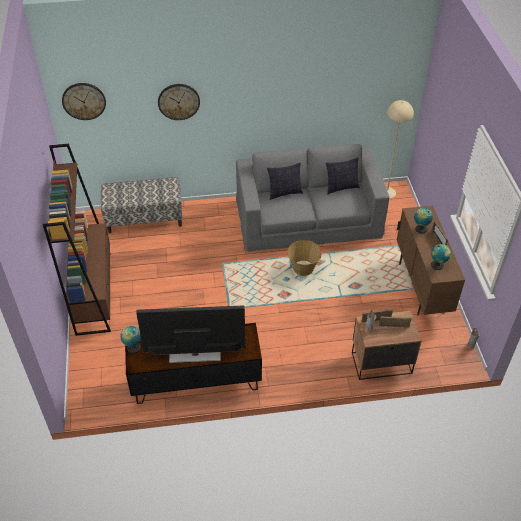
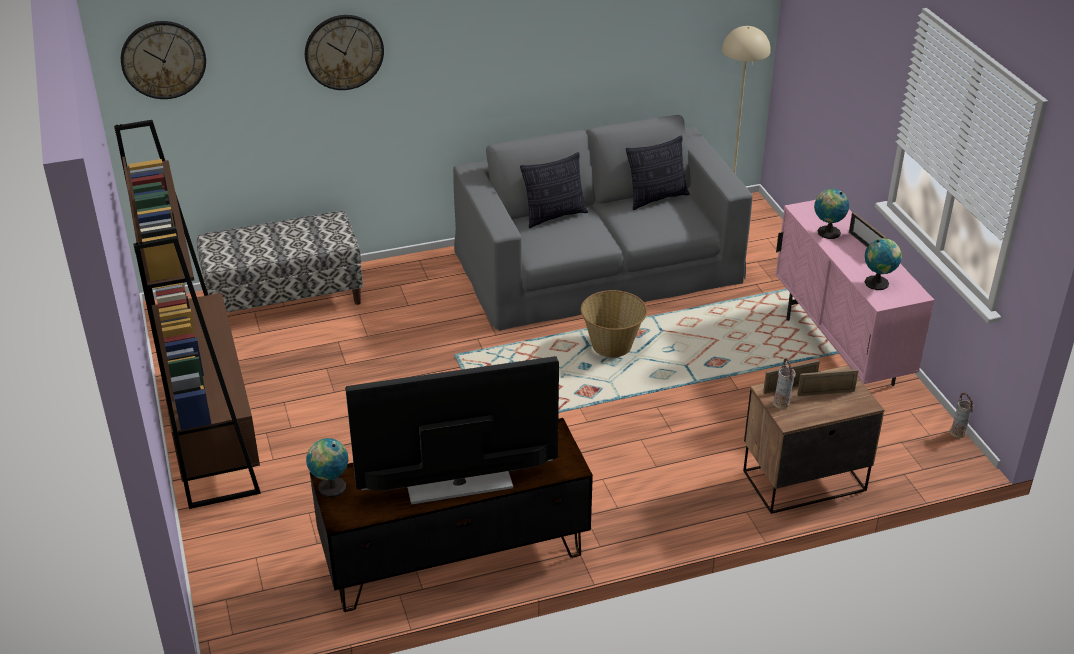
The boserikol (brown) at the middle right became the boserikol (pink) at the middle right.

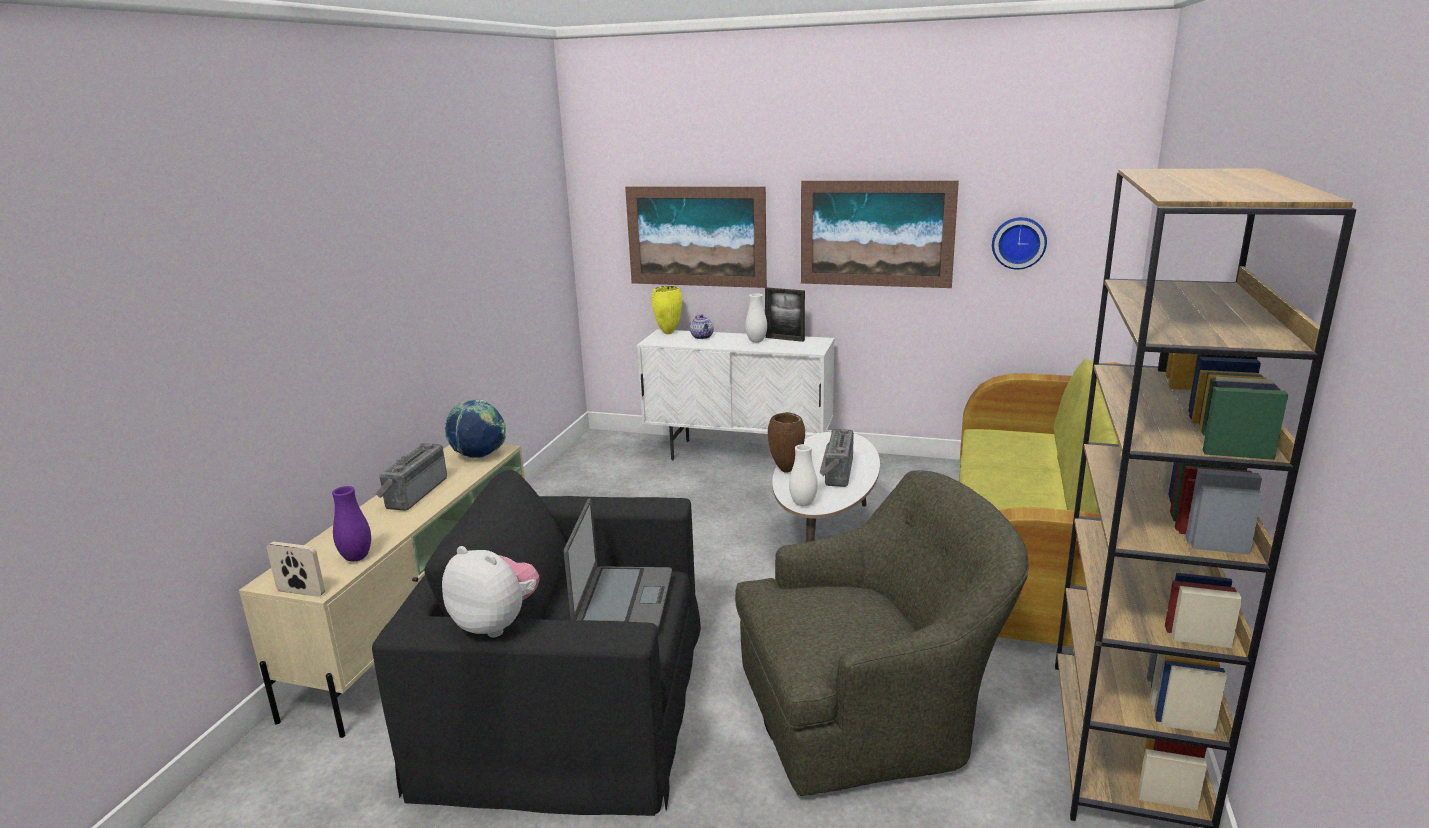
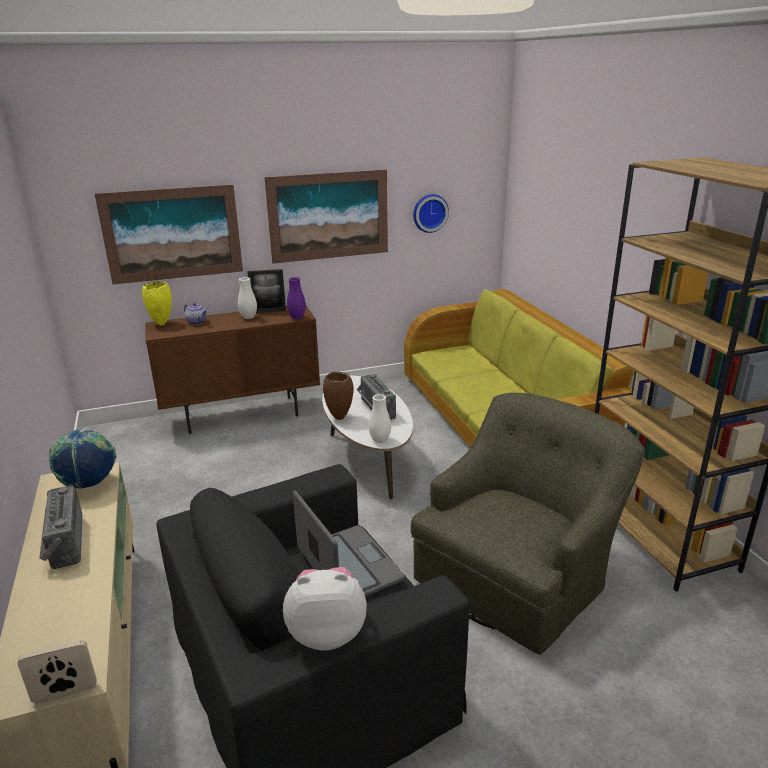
The boserikol (white) at the centre became the boserikol (brown) at the middle left. The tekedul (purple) moved from the middle left to the centre.

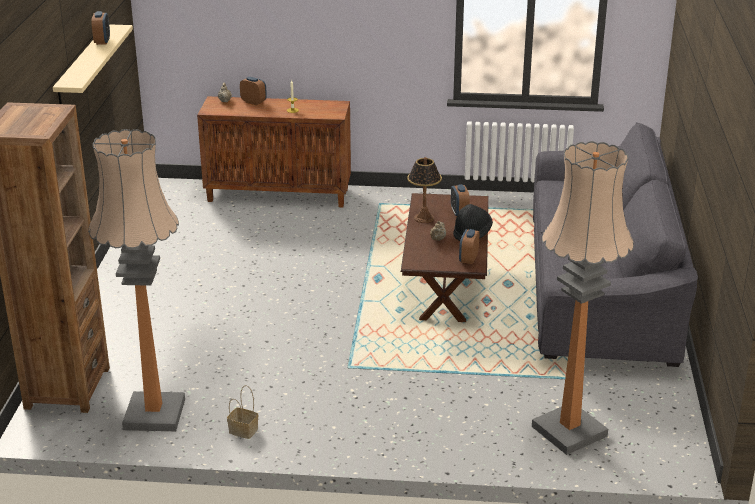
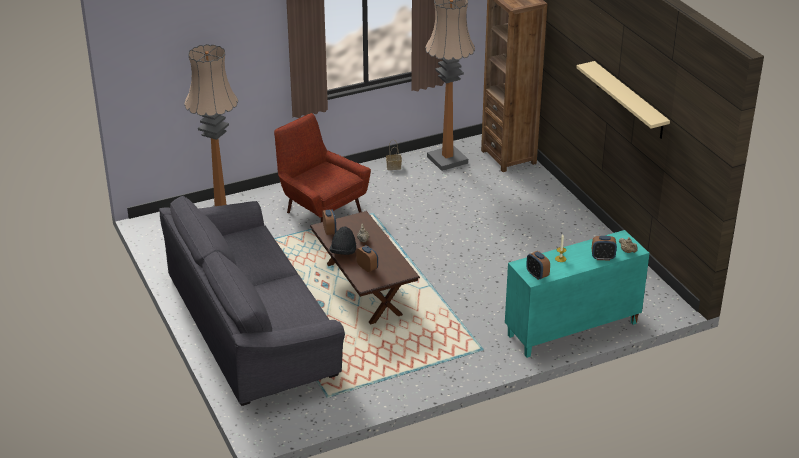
The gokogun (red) at the centre appeared. The boserikol (brown) at the top centre became the boserikol (turquoise) at the middle right. The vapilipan (no. 1 from left in the first image) moved from the top left to the middle right. The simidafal at the centre disappeared.

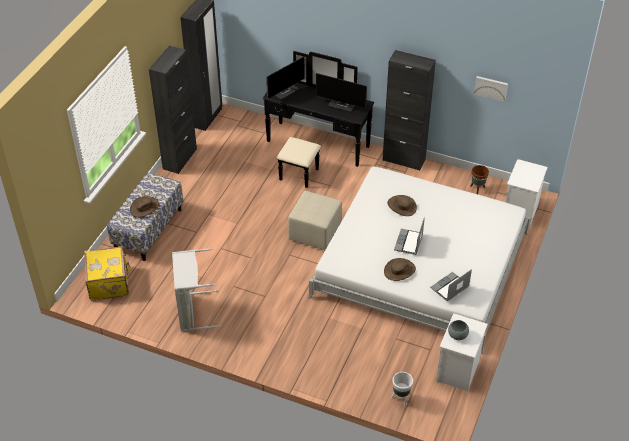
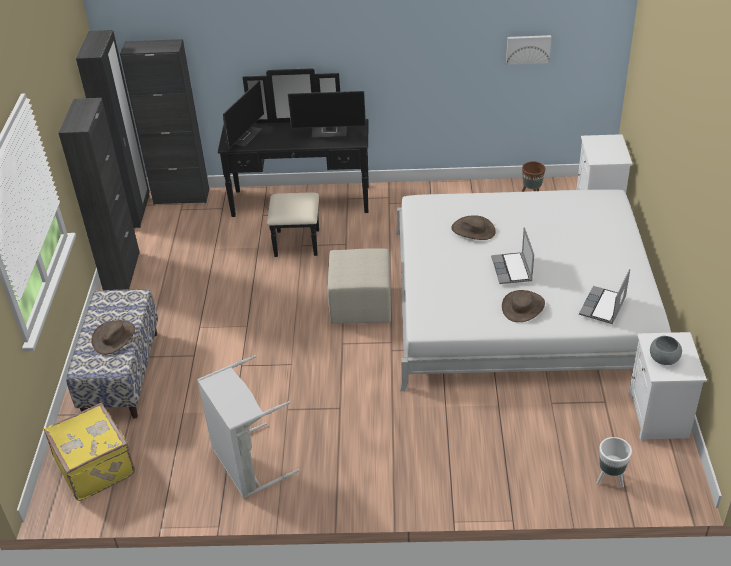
The boserikol (black) (no. 2 from left) moved from the top centre to the top left.

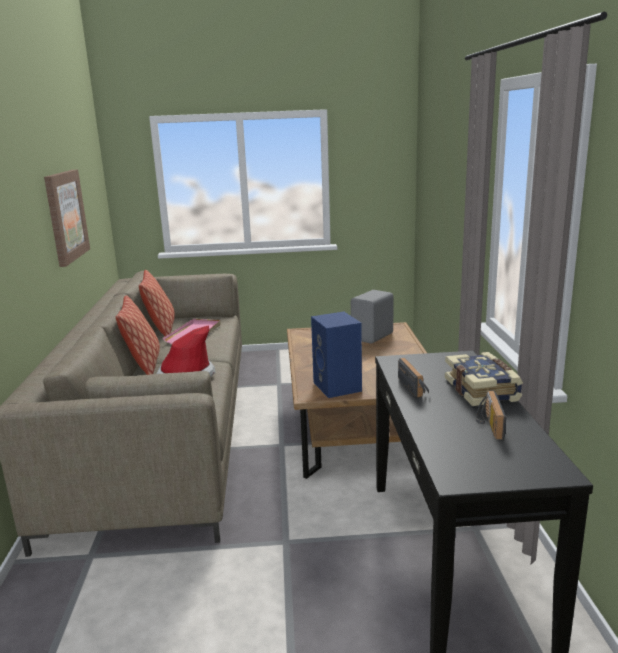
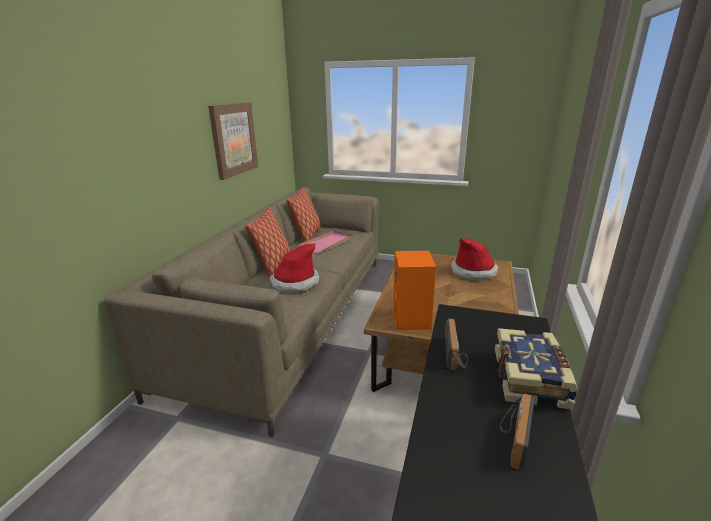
The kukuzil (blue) at the centre became the kukuzil (orange) at the centre. The kukuzil (grey) at the centre was replaced by the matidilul (no. 2 from left) at the middle right.

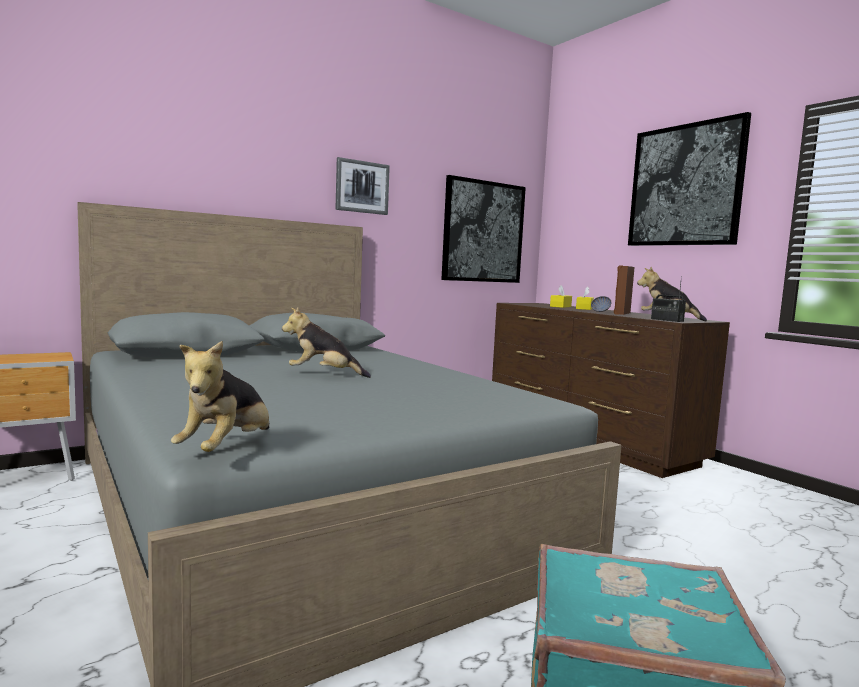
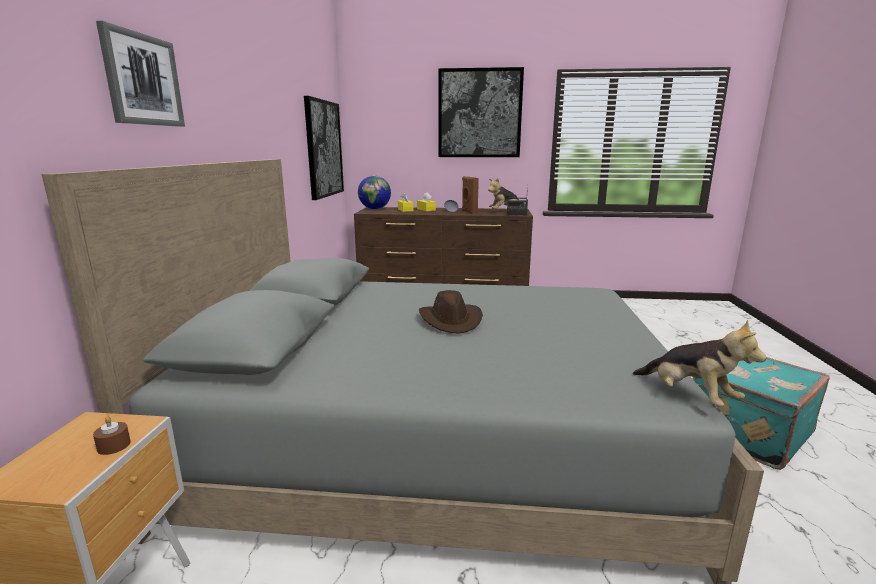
The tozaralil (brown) at the bottom left appeared. The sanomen (no. 1 from left) moved from the top centre to the top left. The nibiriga at the top centre appeared. The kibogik (no. 2 from left) at the centre was replaced by the matidilul (brown) at the centre.

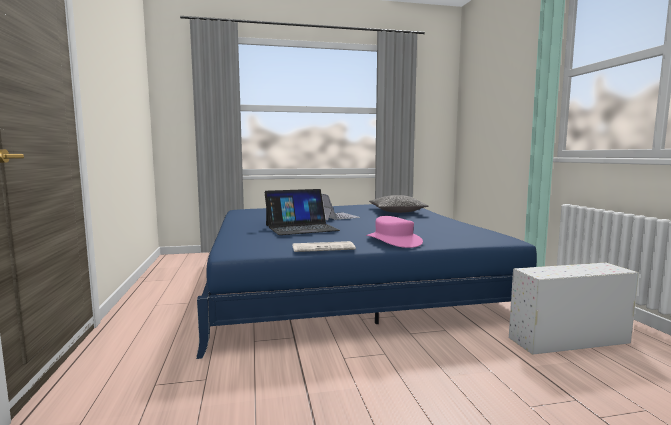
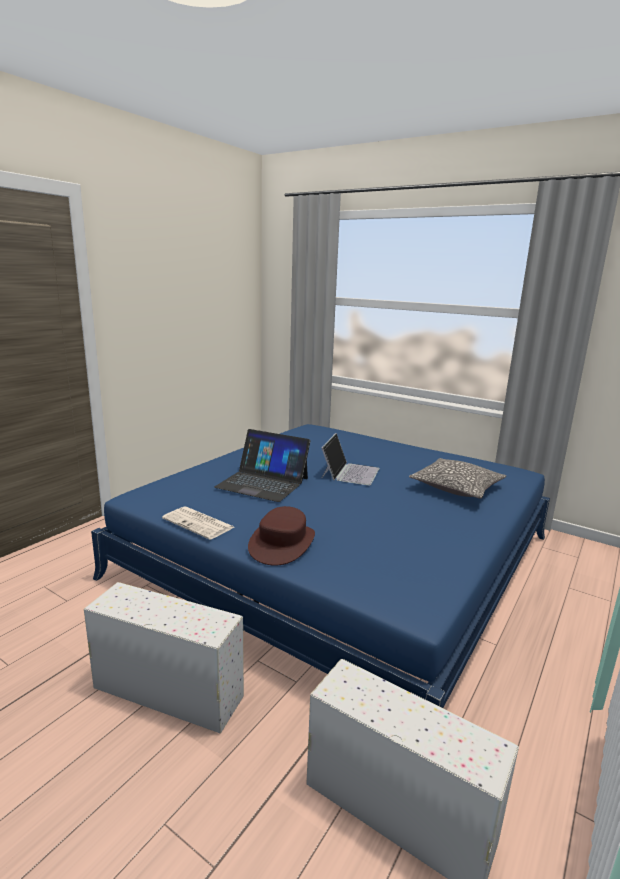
The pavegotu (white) (no. 1 from left) at the bottom left appeared. The matidilul (pink) at the centre became the matidilul (brown) at the centre.

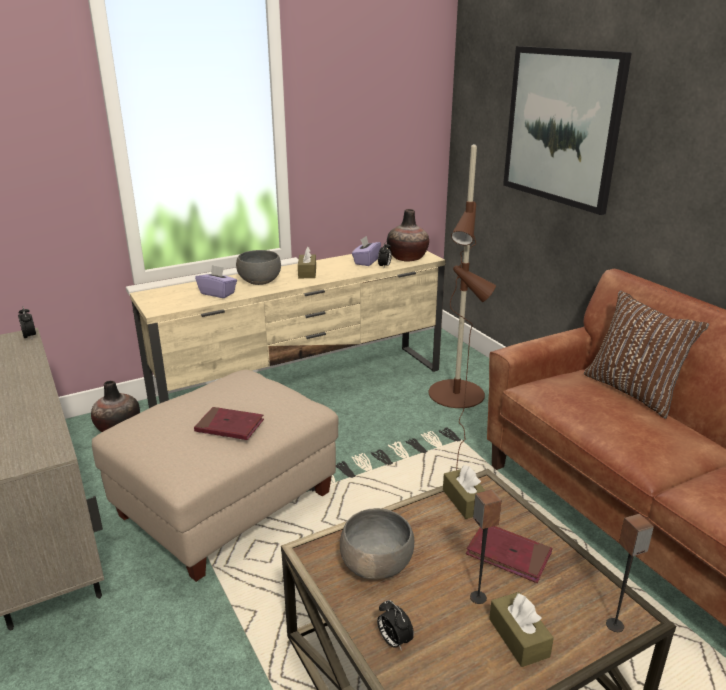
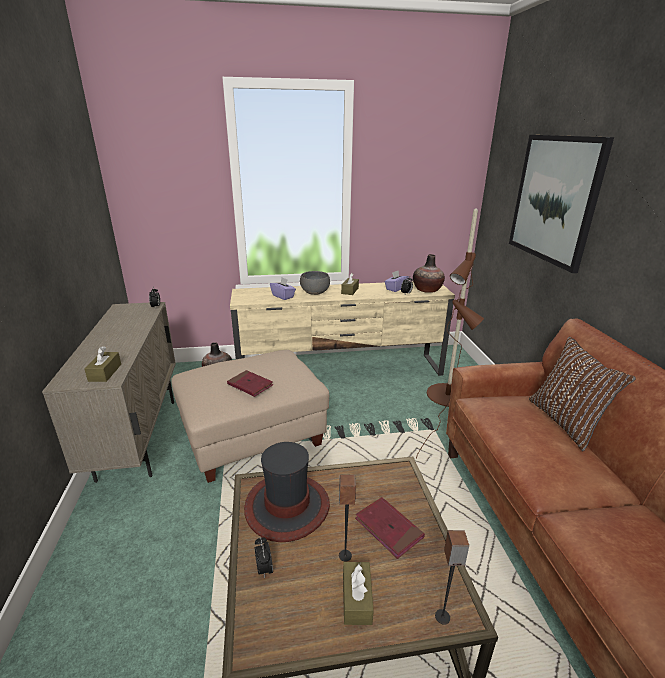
The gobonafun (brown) (no. 2 from left in the first image) moved from the bottom centre to the middle left. The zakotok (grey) (no. 2 from left) at the bottom centre was replaced by the matidilul at the bottom centre.

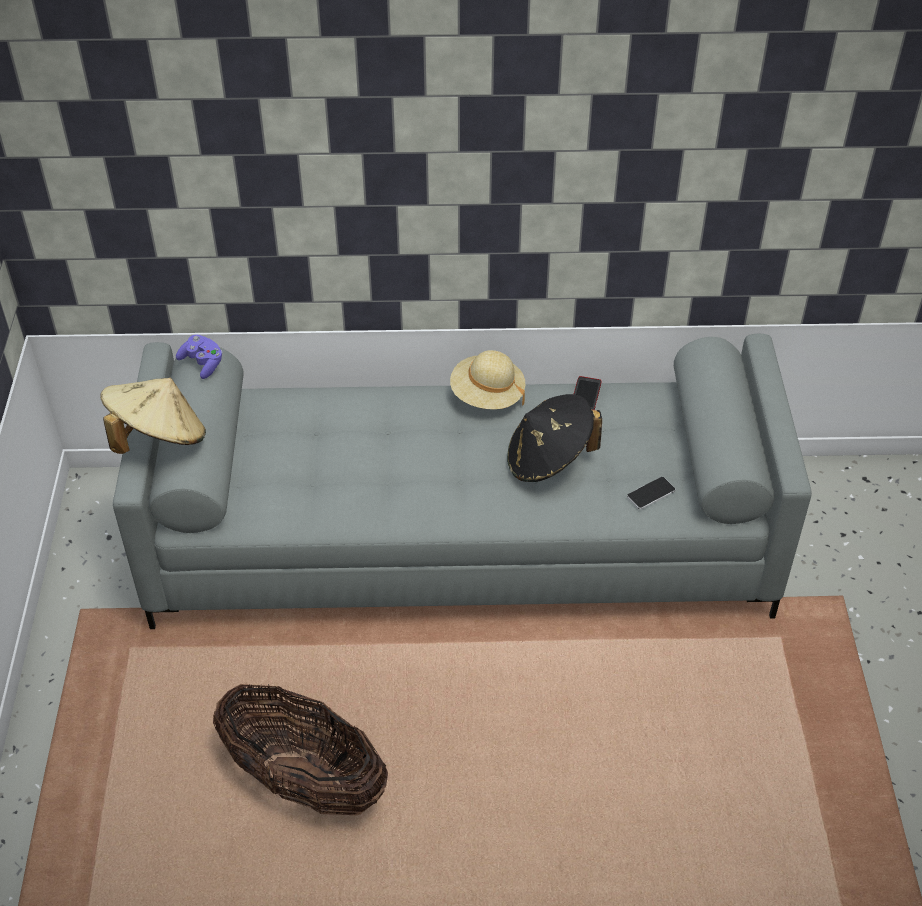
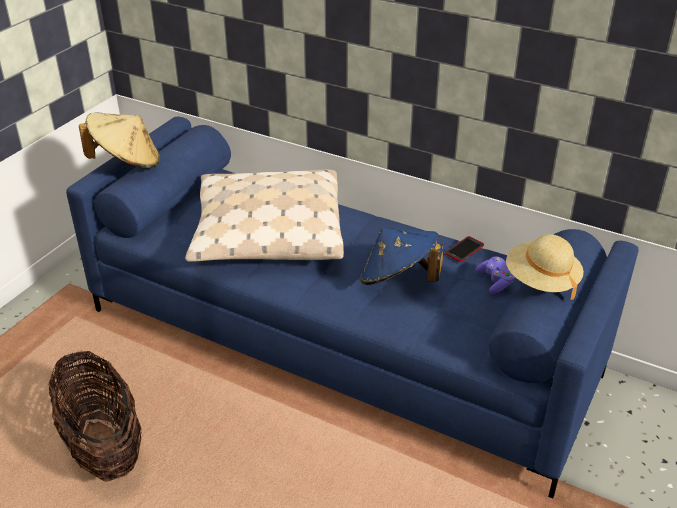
The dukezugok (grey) at the centre became the dukezugok (blue) at the centre. The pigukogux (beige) at the centre appeared. The matidilul (black) at the centre became the matidilul (blue) at the centre. The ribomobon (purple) moved from the middle left to the middle right. The matidilul (beige) (no. 2 from left) moved from the centre to the middle right. The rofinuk (no. 2 from left) at the middle right disappeared.

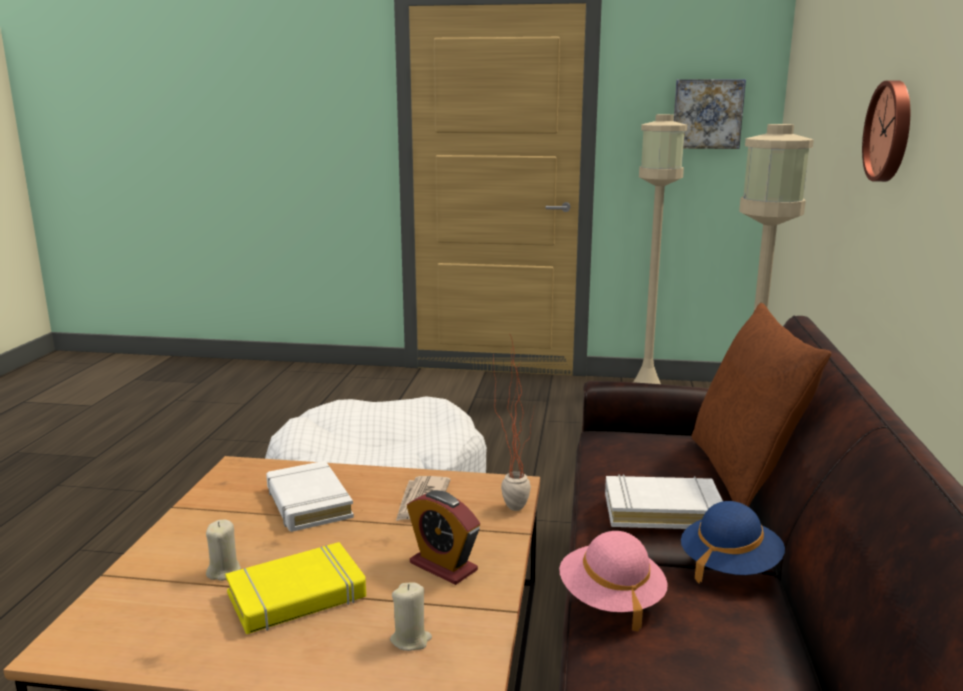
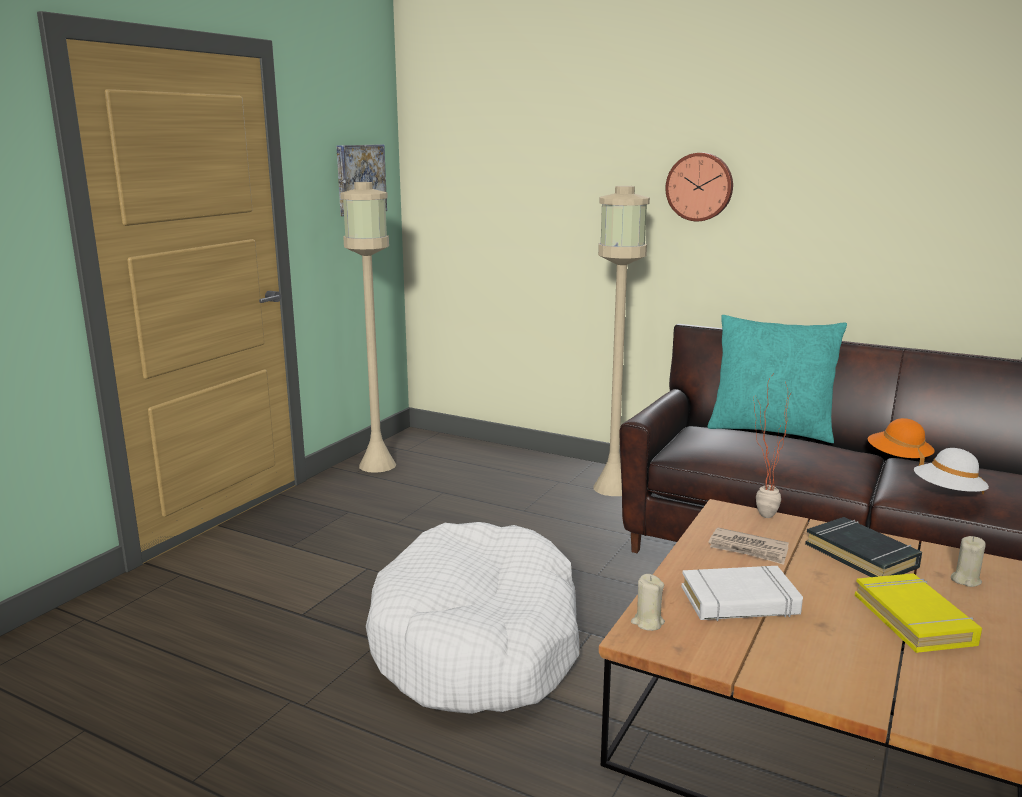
The tozaralil (beige) (no. 1 from left) moved from the bottom left to the bottom centre. The pigukogux (brown) at the middle right became the pigukogux (turquoise) at the middle right. The vapilipan at the bottom centre was replaced by the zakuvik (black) at the bottom right. The matidilul (blue) at the bottom right became the matidilul (orange) at the middle right. The matidilul (pink) at the bottom centre became the matidilul (white) at the middle right. The zakuvik (white) (no. 2 from left) at the bottom right disappeared.

